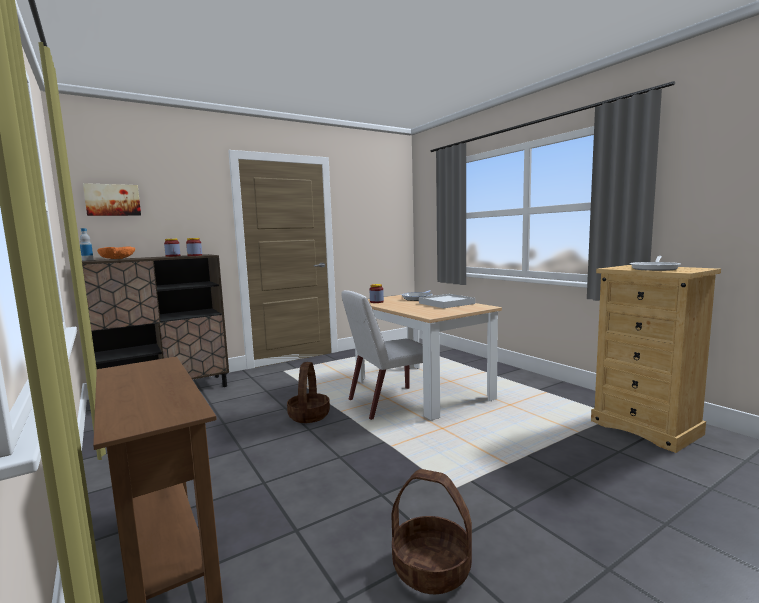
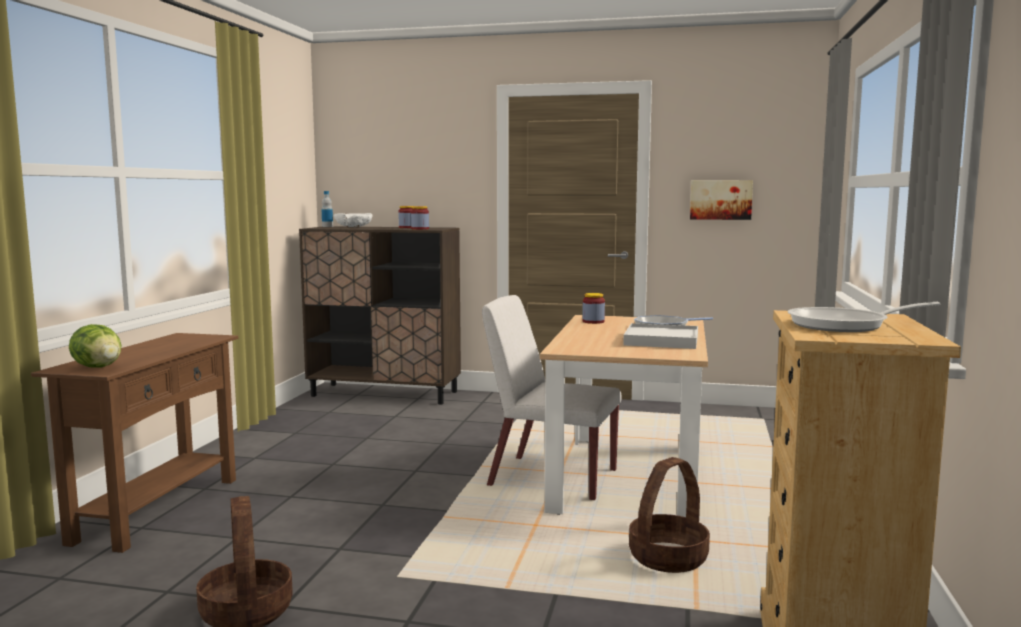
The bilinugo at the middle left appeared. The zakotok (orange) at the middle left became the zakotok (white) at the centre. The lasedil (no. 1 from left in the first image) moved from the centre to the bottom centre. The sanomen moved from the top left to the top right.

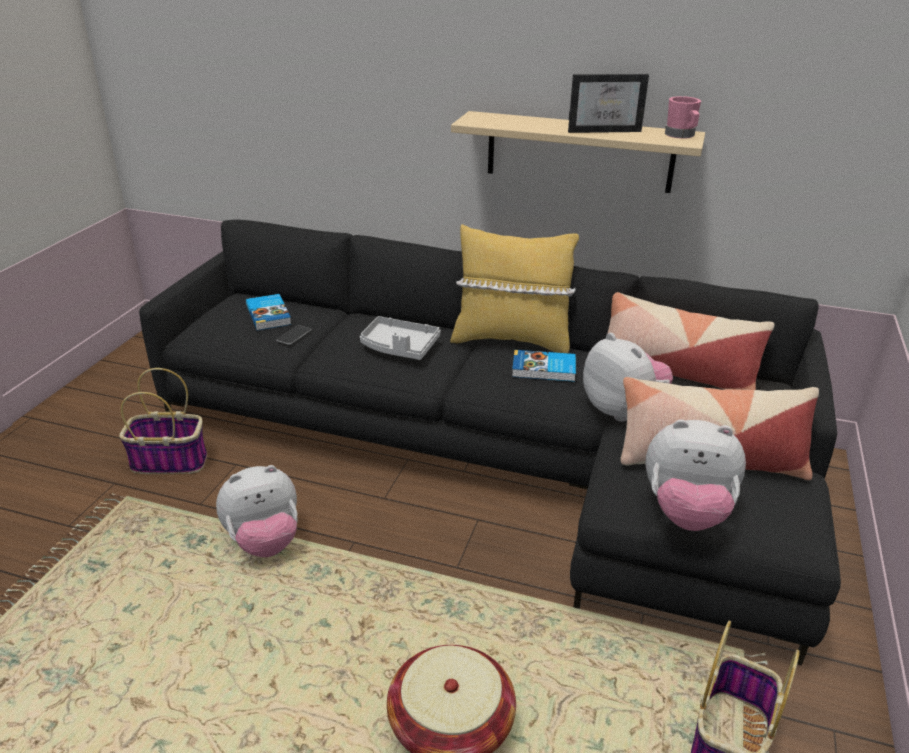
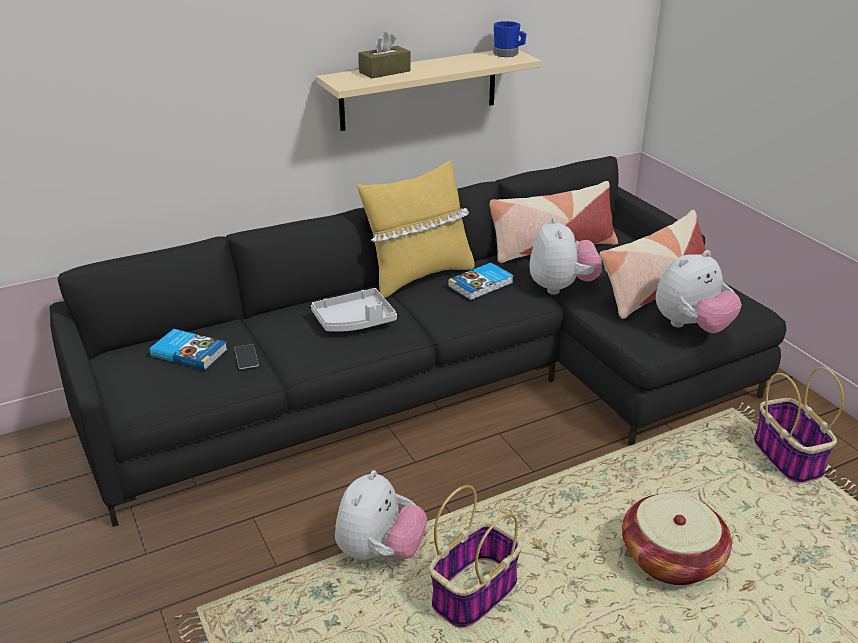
The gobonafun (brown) at the top centre appeared. The lasedil (no. 1 from left) moved from the middle left to the bottom centre. The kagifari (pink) at the top right became the kagifari (blue) at the top centre. The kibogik (no. 2 from left) at the middle right turned 75 degrees clockwise. The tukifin at the top right disappeared.

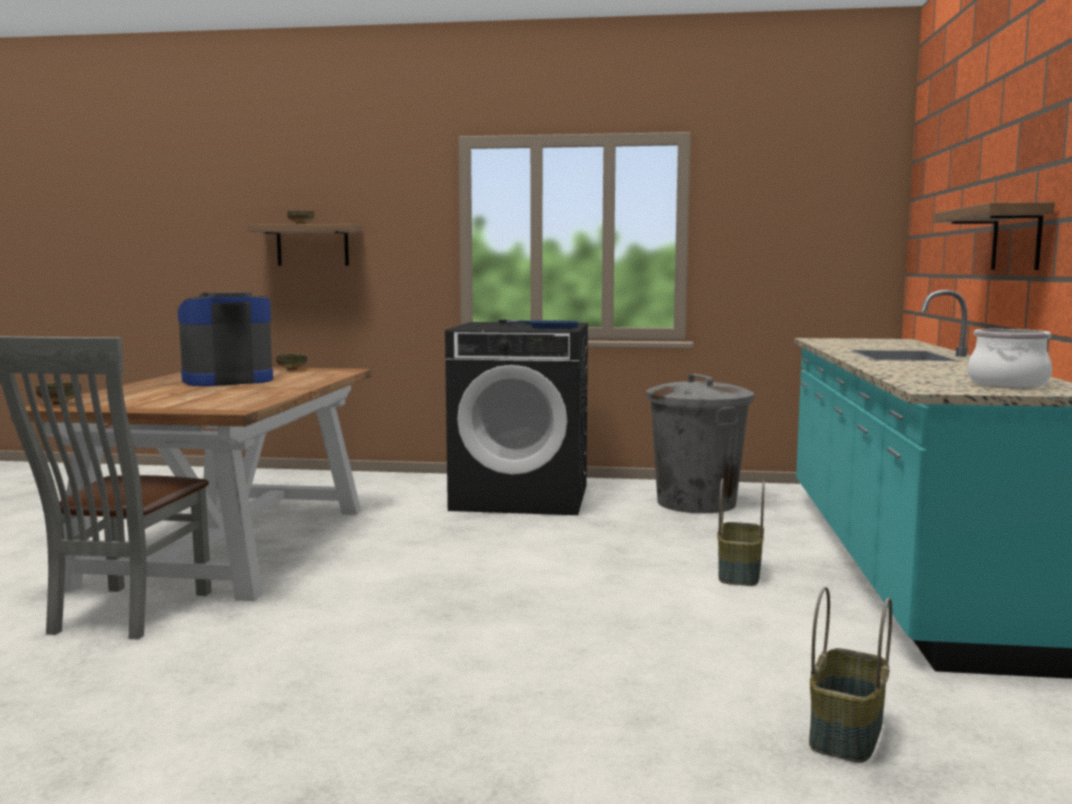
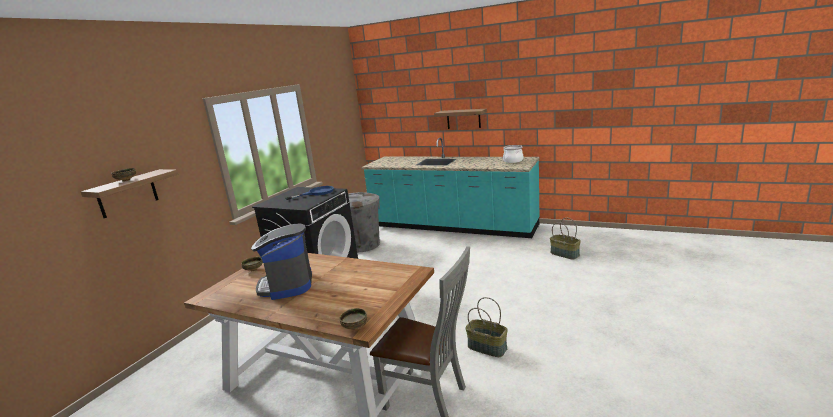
The lasedil (no. 1 from left) moved from the middle right to the bottom centre.

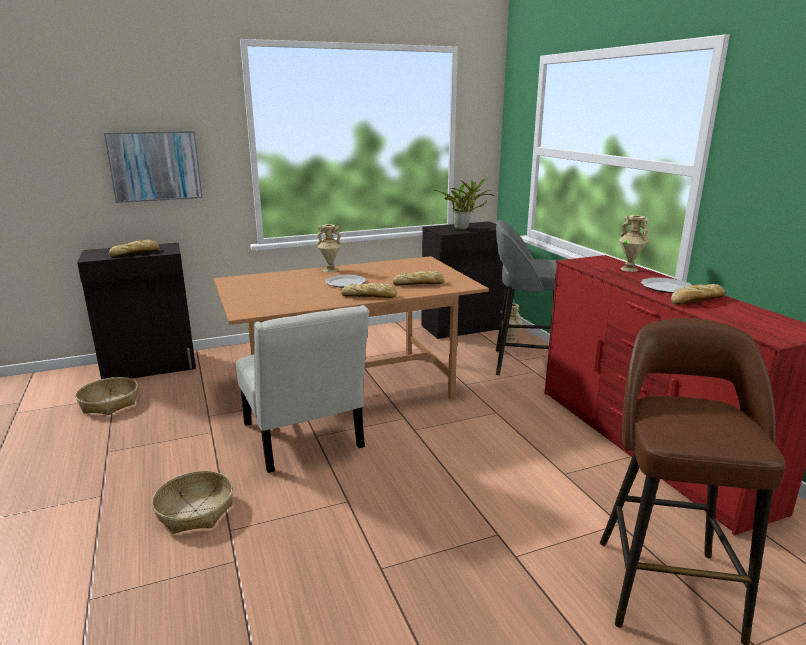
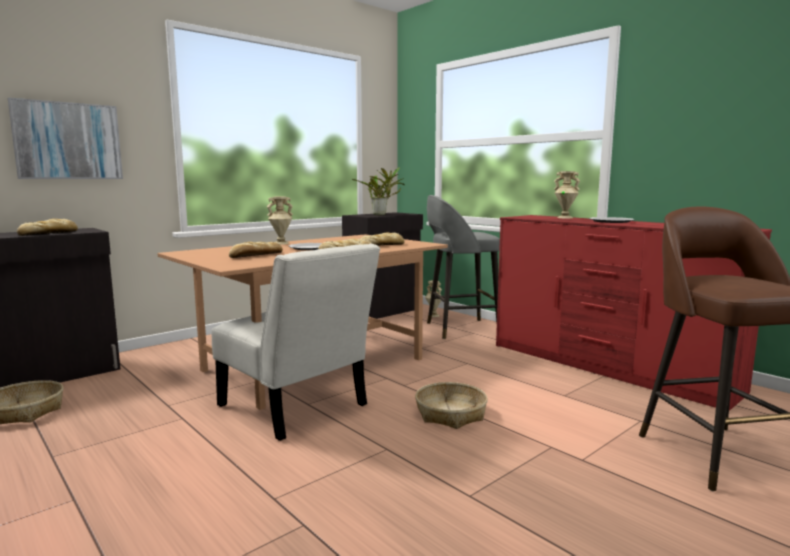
The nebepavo (no. 4 from left in the first image) moved from the middle right to the middle left. The lasedil (no. 2 from left) moved from the bottom left to the bottom centre.

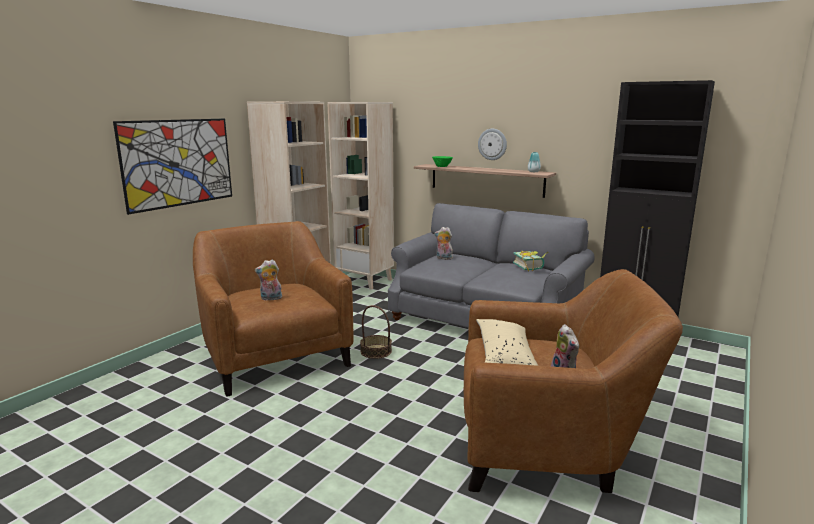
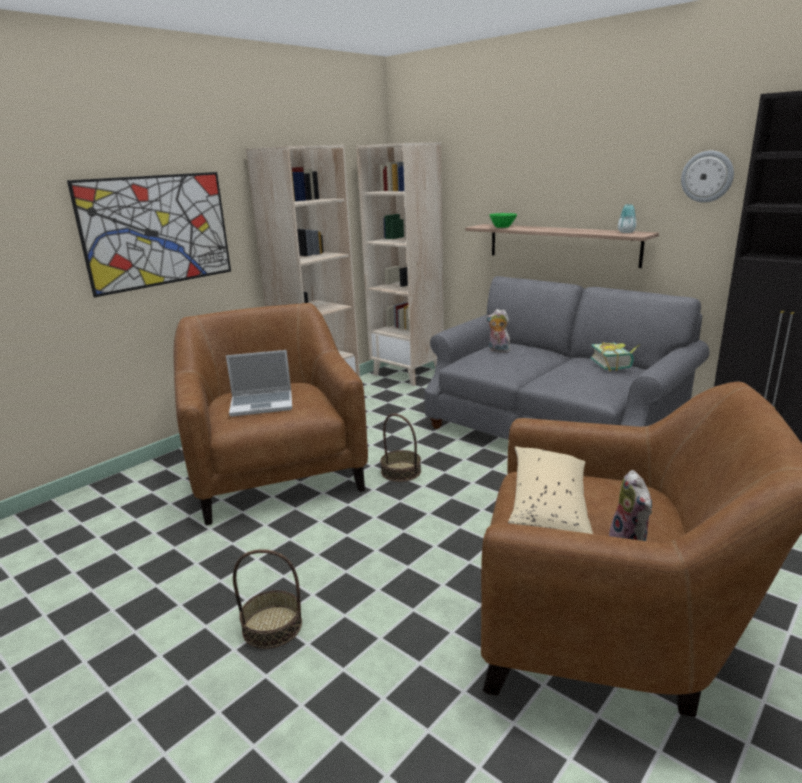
The kibogik (no. 1 from left) at the middle left was replaced by the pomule at the middle left. The lasedil (no. 1 from left) at the bottom left appeared. The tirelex moved from the top centre to the top right.

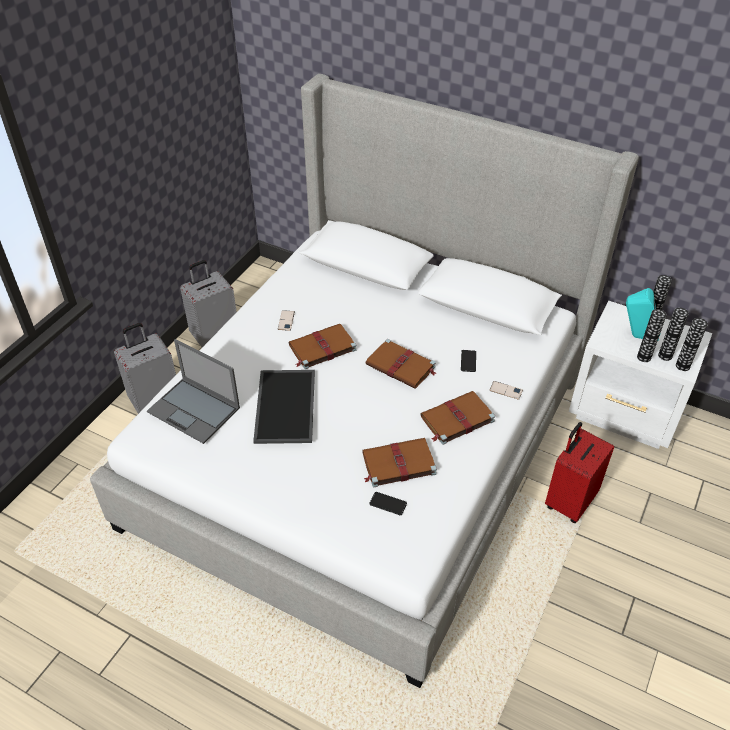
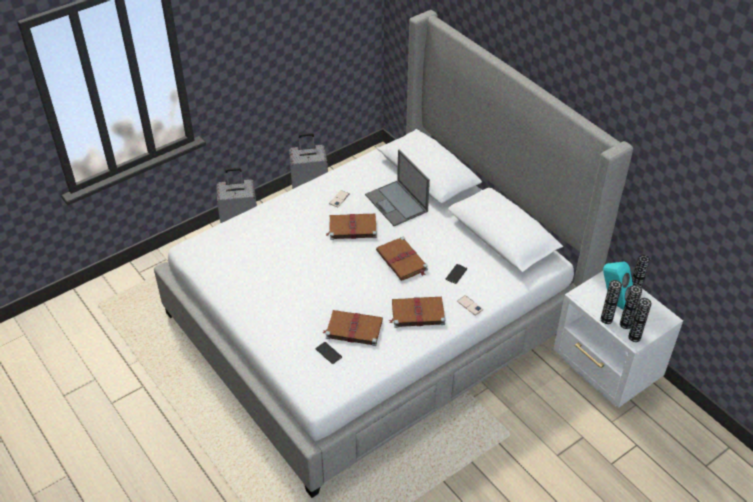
The pomule moved from the middle left to the centre. The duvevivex at the centre disappeared. The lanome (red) at the middle right disappeared.

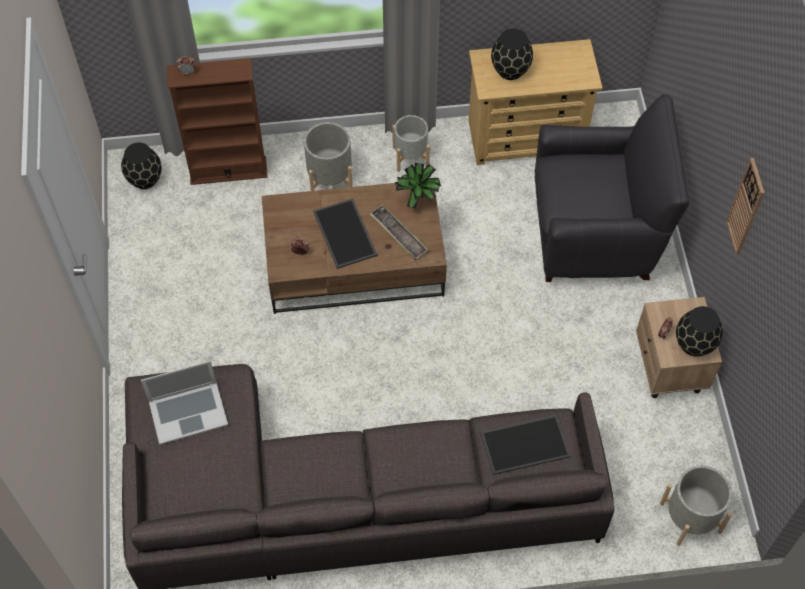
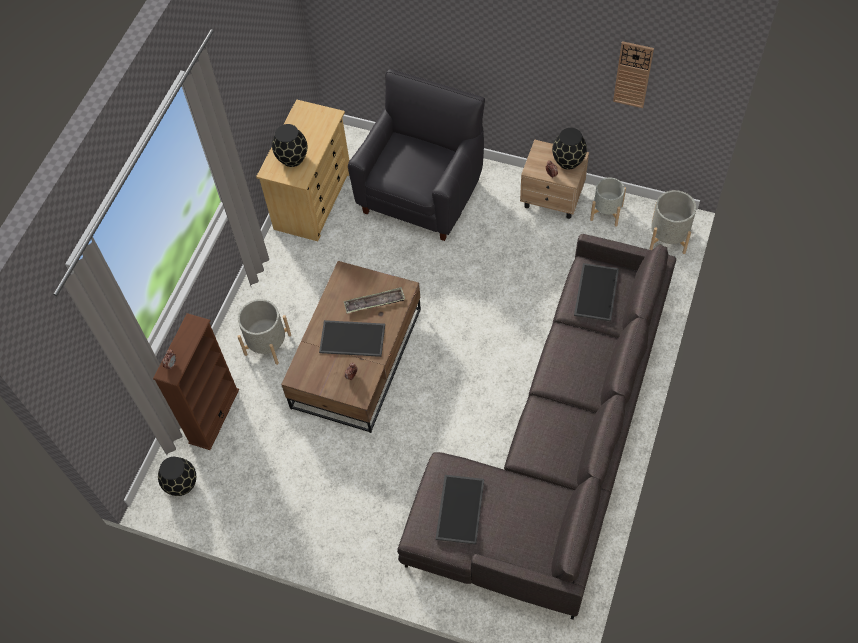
The pomule at the bottom left was replaced by the duvevivex (no. 3 from left) at the bottom centre. The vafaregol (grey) (no. 2 from left) moved from the top centre to the top right. The tirelex moved from the middle right to the top right. The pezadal at the top centre disappeared.

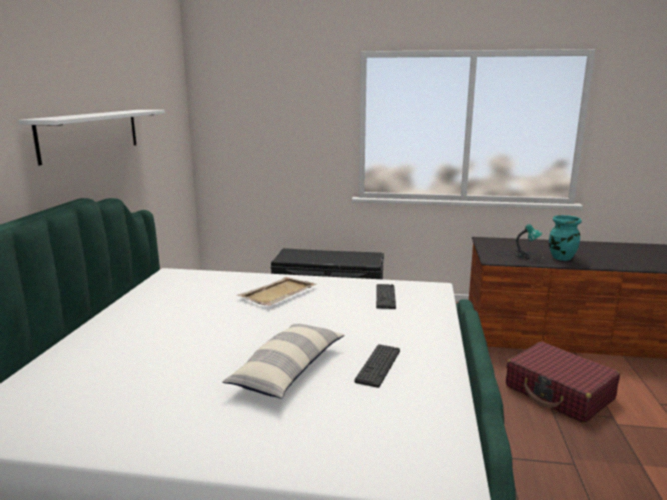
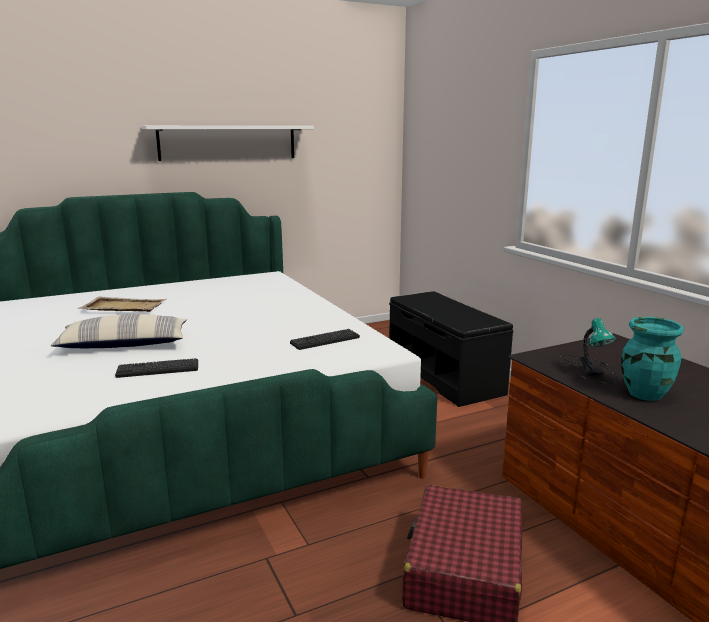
The duvevivex (beige) moved from the centre to the middle left.

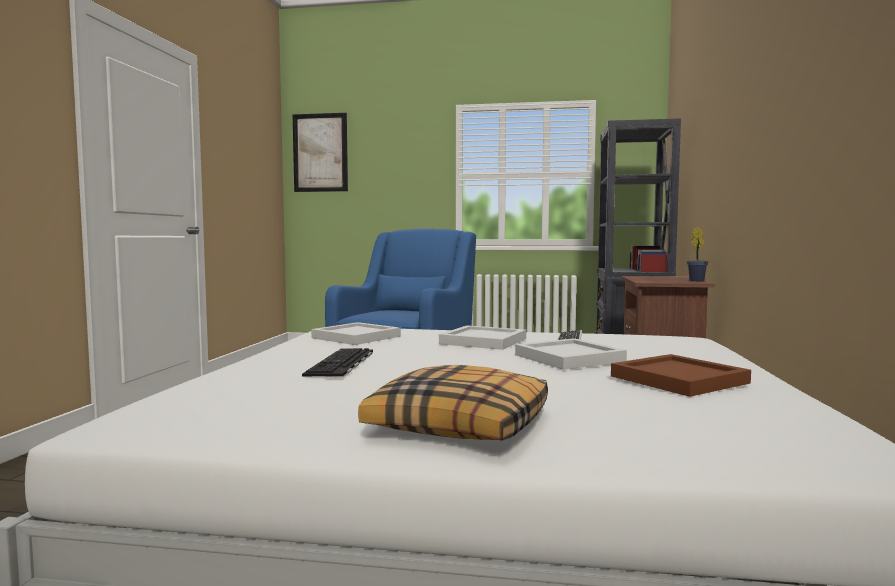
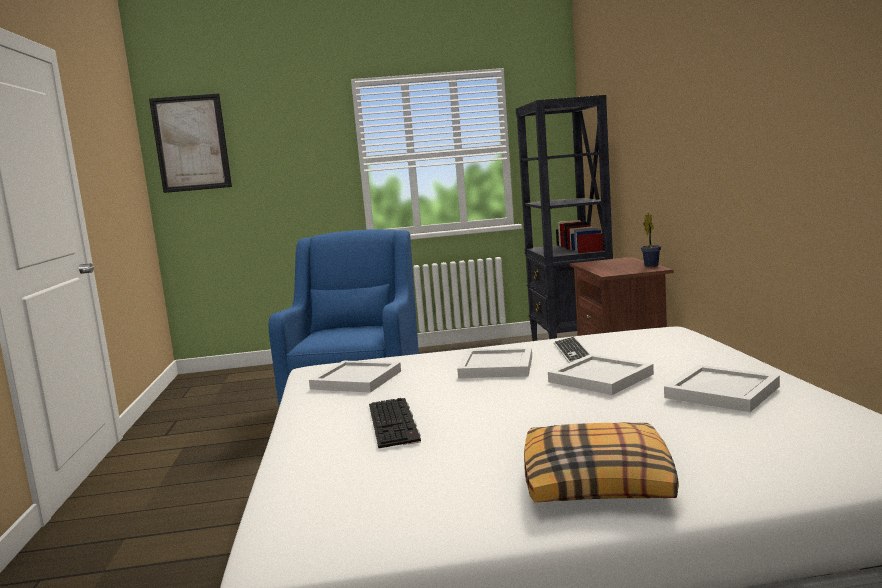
The duvevivex (brown) at the middle right became the duvevivex (white) (no. 4 from left) at the middle right.

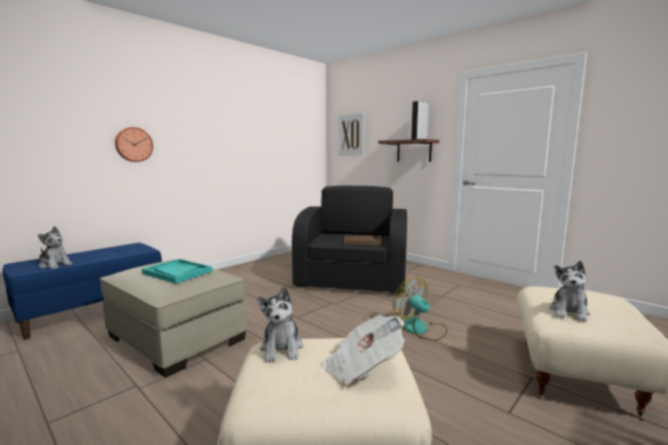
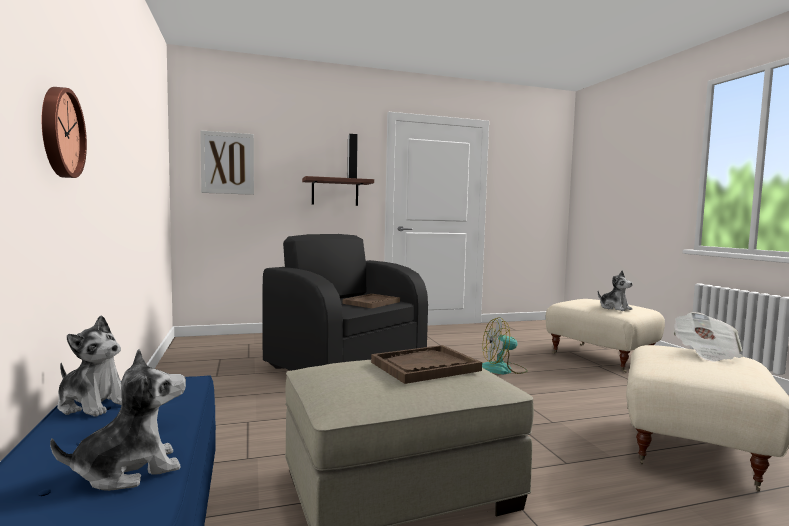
The kibogik (no. 2 from left in the first image) moved from the bottom centre to the bottom left. The duvevivex (turquoise) at the middle left became the duvevivex (brown) (no. 2 from left) at the bottom centre.

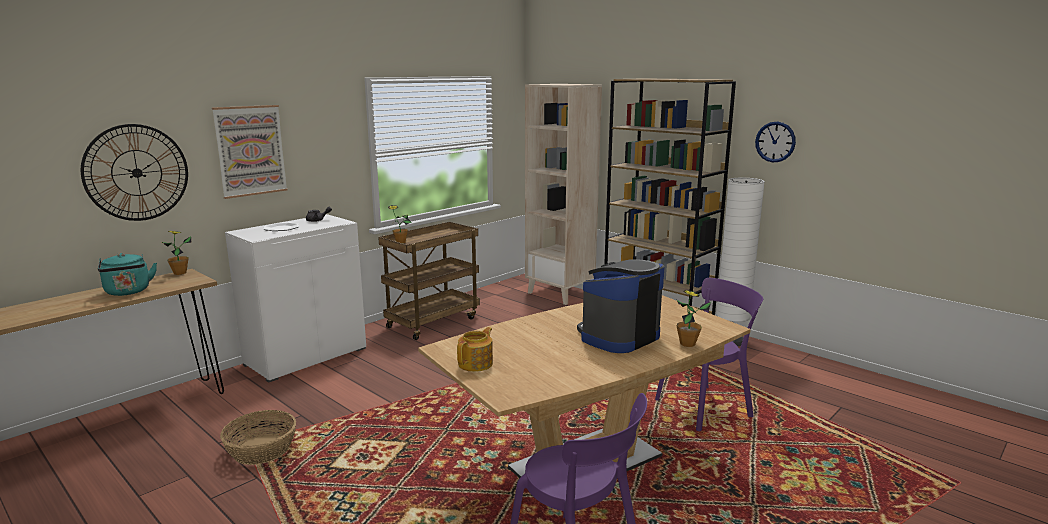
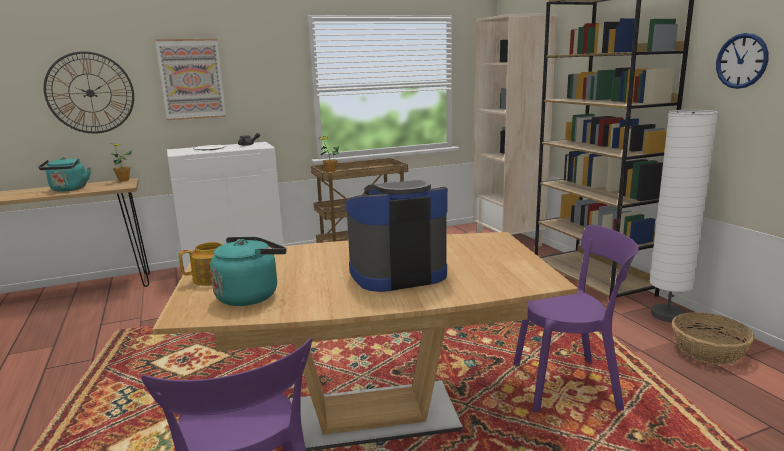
The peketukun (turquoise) (no. 2 from left) at the middle left appeared. The lasedil moved from the bottom left to the bottom right. The pezadal (no. 3 from left) at the centre disappeared.

